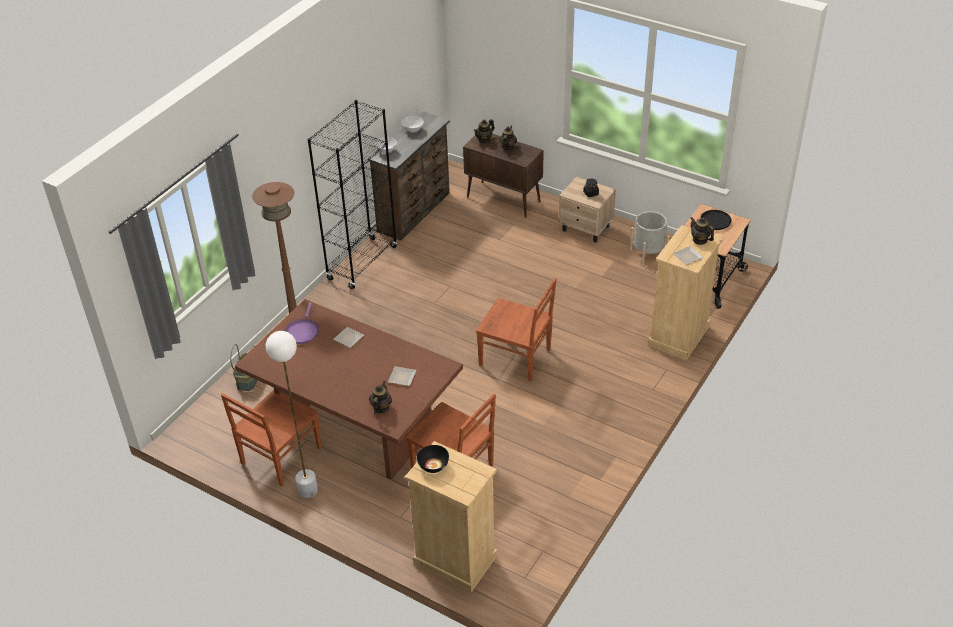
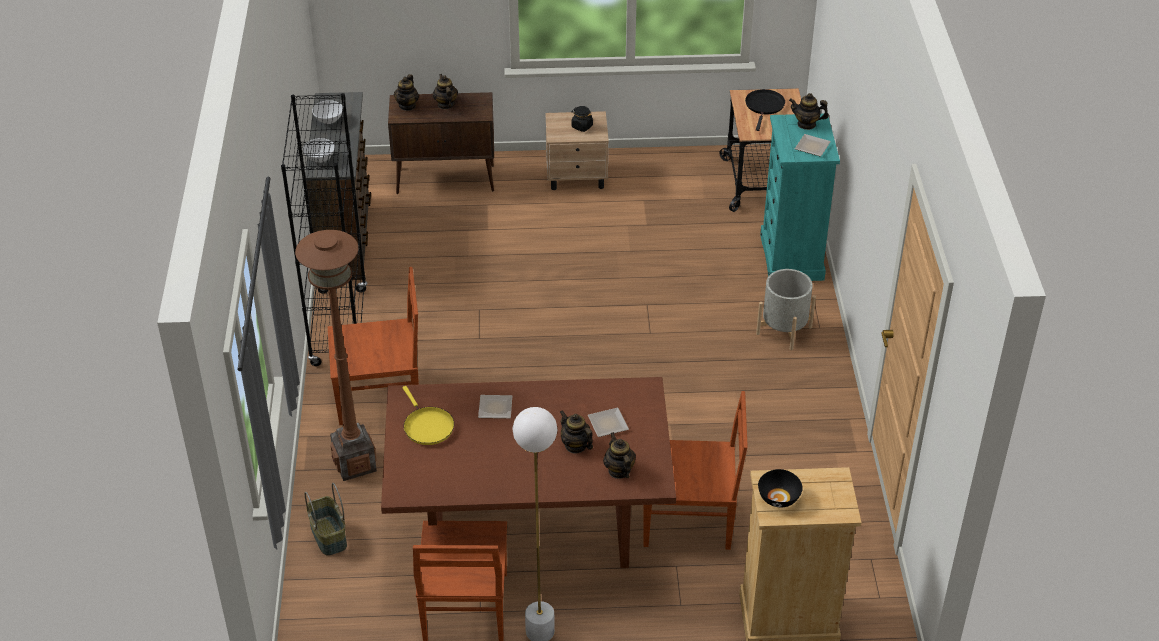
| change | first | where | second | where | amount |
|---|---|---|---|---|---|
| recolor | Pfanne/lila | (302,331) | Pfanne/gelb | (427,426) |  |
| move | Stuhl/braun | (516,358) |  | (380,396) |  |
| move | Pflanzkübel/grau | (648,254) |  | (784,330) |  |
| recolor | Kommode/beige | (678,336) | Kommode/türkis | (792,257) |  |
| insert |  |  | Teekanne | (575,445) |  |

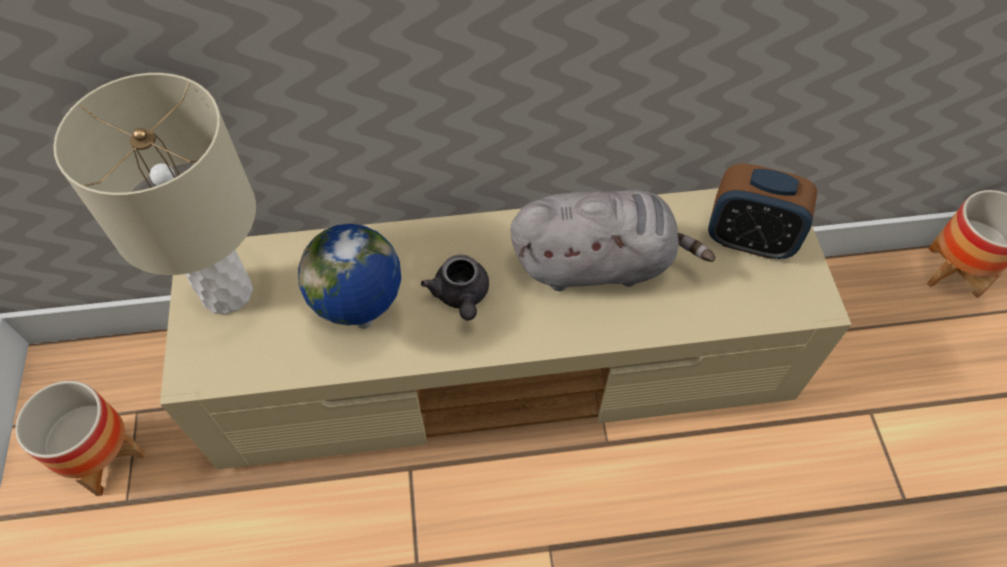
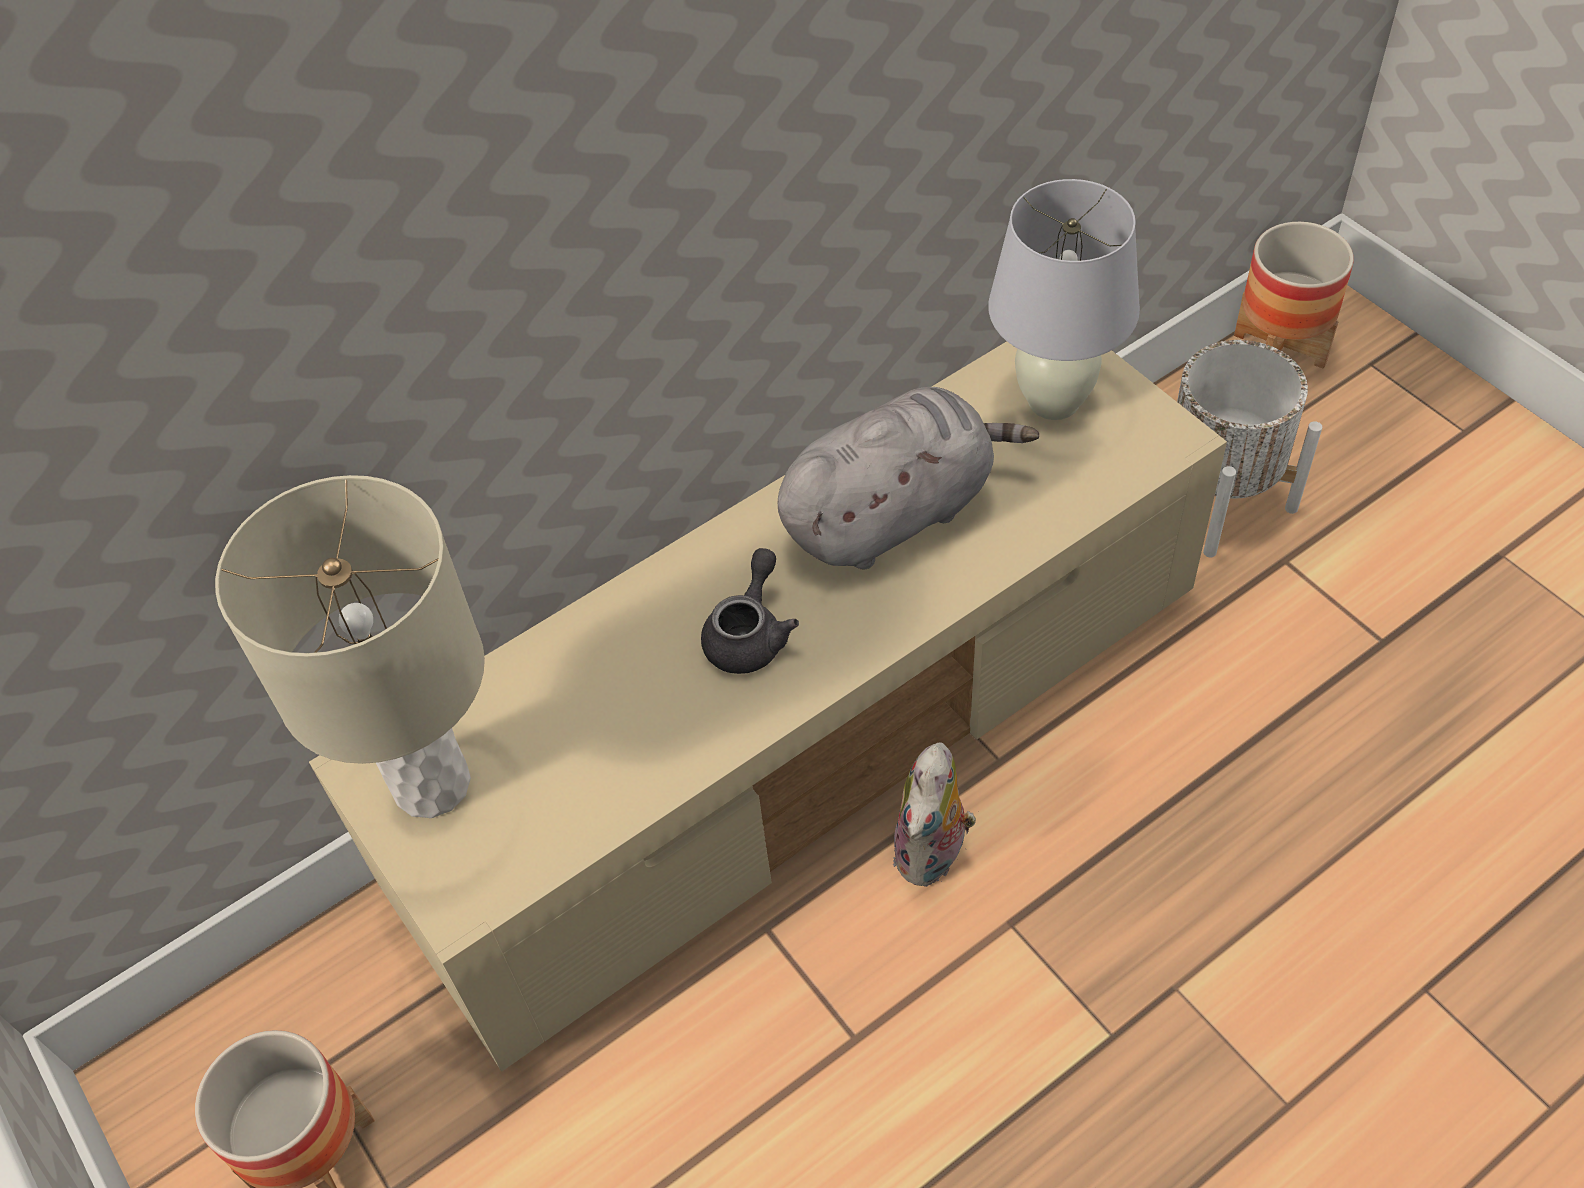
| change | first | where | second | where | amount |
|---|---|---|---|---|---|
| delete | Globus | (365,323) |  |  |  |
| rotate | Teekanne/grau | (461,296) |  | (750,634) | 120 degrees counterclockwise |
| replace | Wecker | (749,240) | Tischlampe/weiß | (1053,401) |  |
| insert |  |  | Plüschtier | (933,854) |  |
| insert |  |  | Pflanzkübel/weiß | (1217,496) |  |

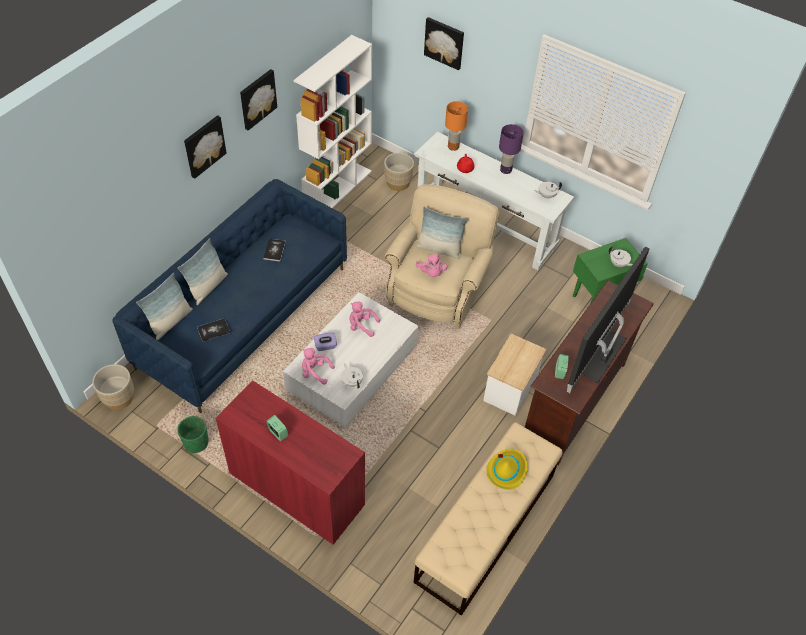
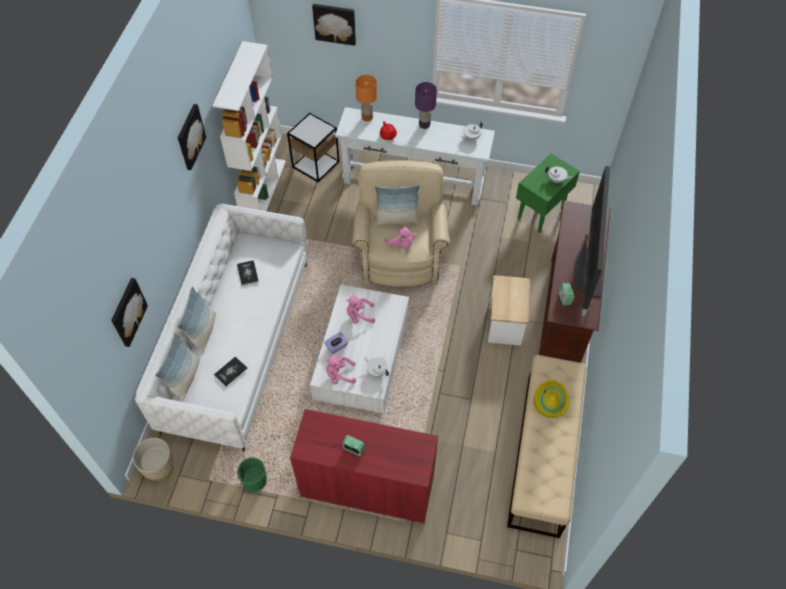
| change | first | where | second | where | amount |
|---|---|---|---|---|---|
| recolor | Sofa/blau | (244,316) | Sofa/weiß | (237,343) |  |
| move | Bild | (204,146) |  | (127,312) |  |
| replace | Pflanzkübel/beige | (398,183) | Beistelltisch | (315,164) |  |

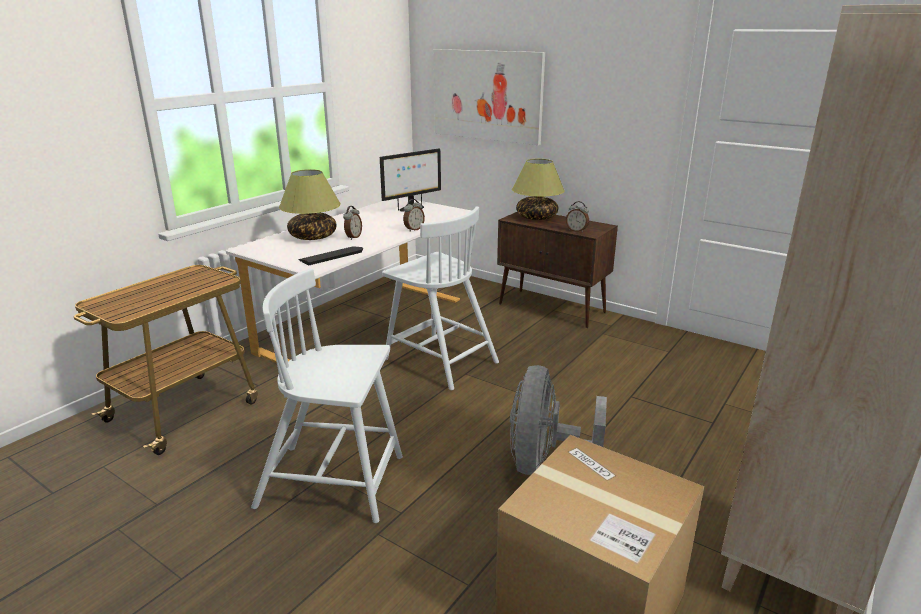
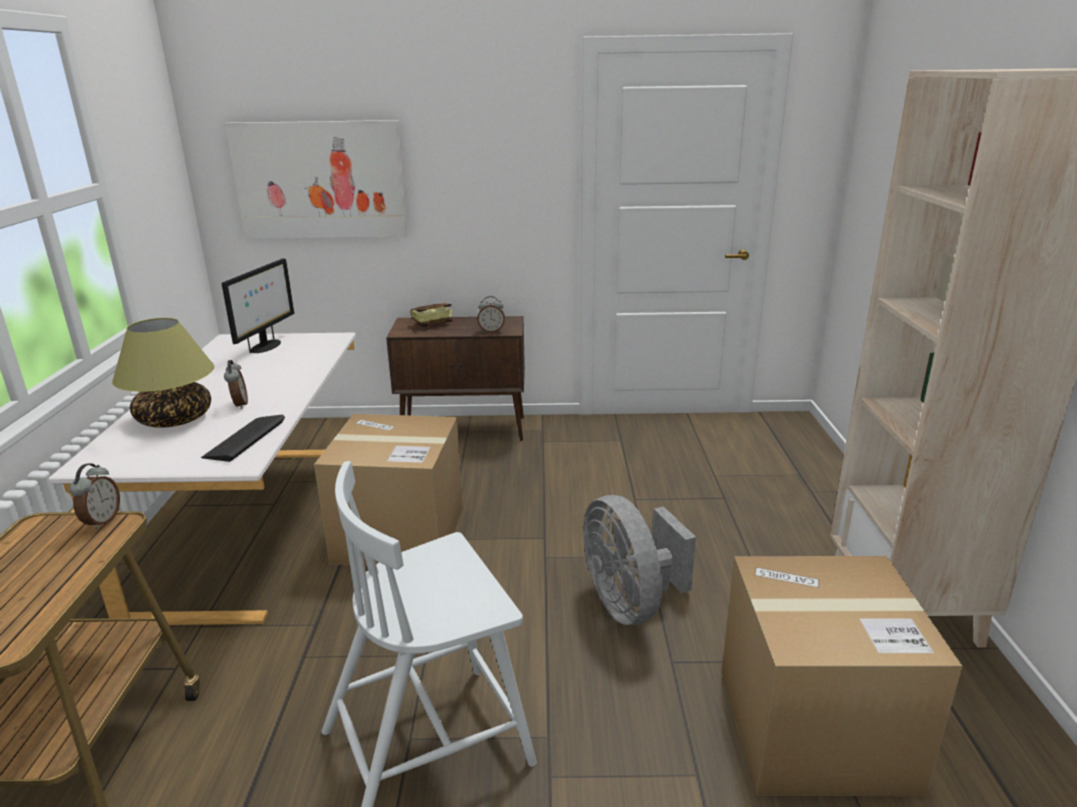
| change | first | where | second | where | amount |
|---|---|---|---|---|---|
| replace | Stuhl/weiß | (439,360) | Karton | (399,534) |  |
| move | Wecker | (413,229) |  | (101,521) |  |
| replace | Tischlampe | (537,217) | Buch | (428,325) |  |

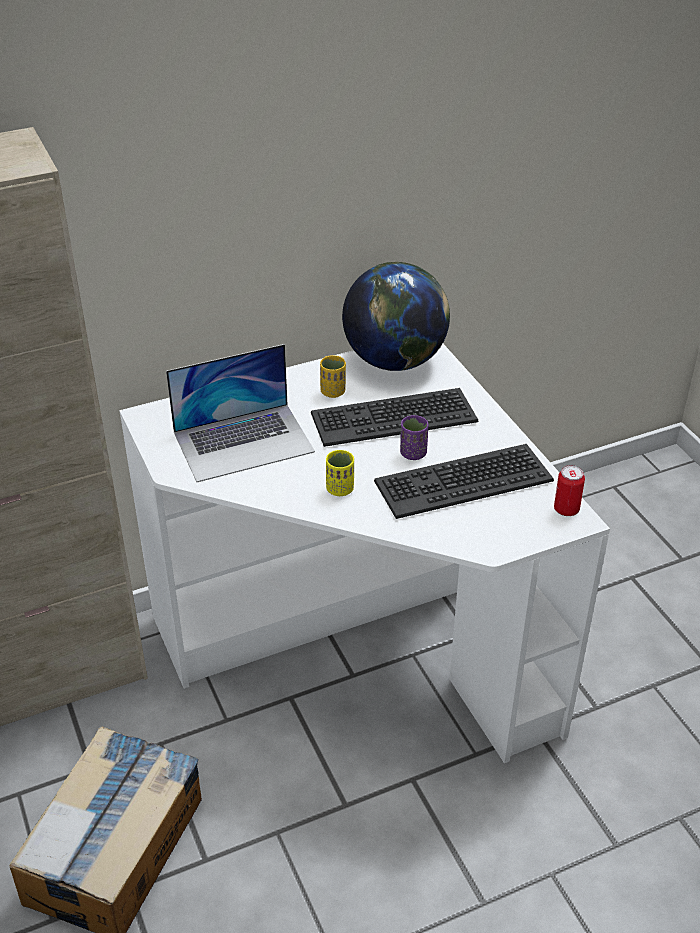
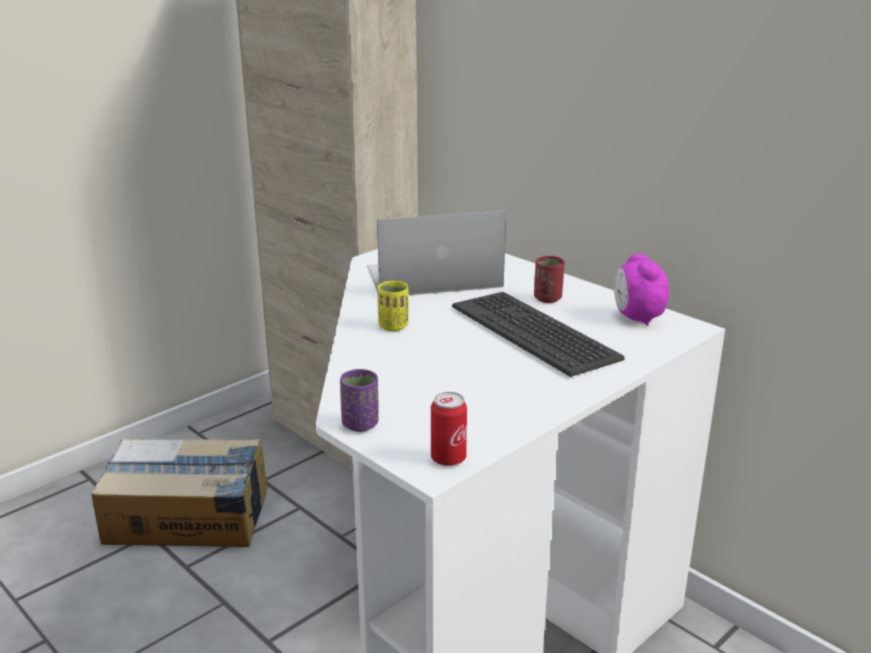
| change | first | where | second | where | amount |
|---|---|---|---|---|---|
| rotate | Laptop | (244,442) |  | (433,276) | 120 degrees clockwise |
| recolor | Tasse/gelb | (333,392) | Tasse/rot | (547,298) |  |
| replace | Globus | (395,361) | Wecker | (637,318) |  |
| delete | Tastatur | (463,481) |  |  |  |
| move | Tasse/lila | (413,453) |  | (360,424) |  |

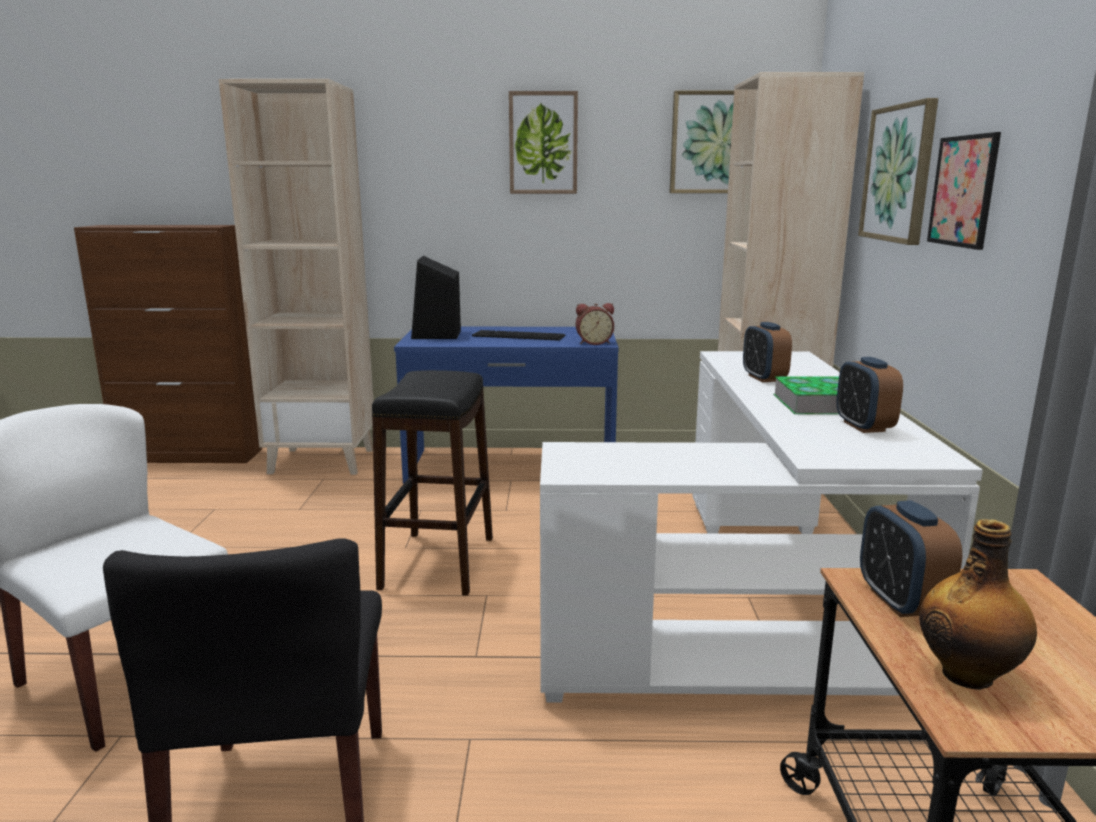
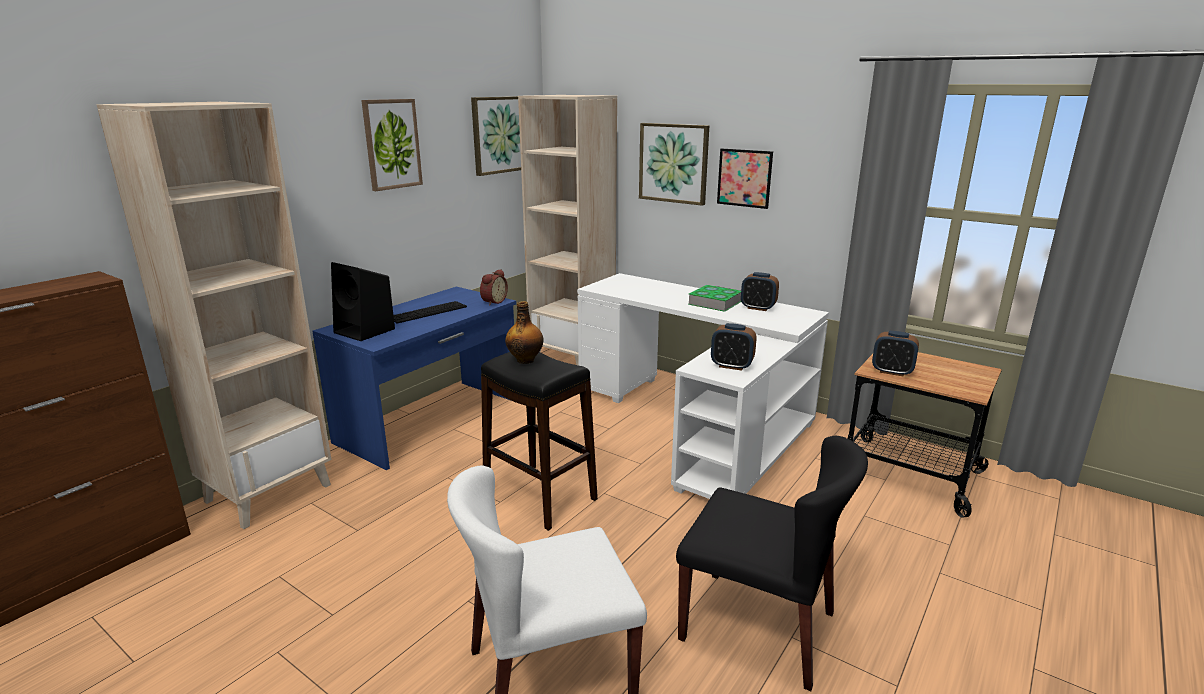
| change | first | where | second | where | amount |
|---|---|---|---|---|---|
| move | Wecker | (764,378) |  | (731,366) |  |
| move | Flasche | (968,674) |  | (525,360) |  |

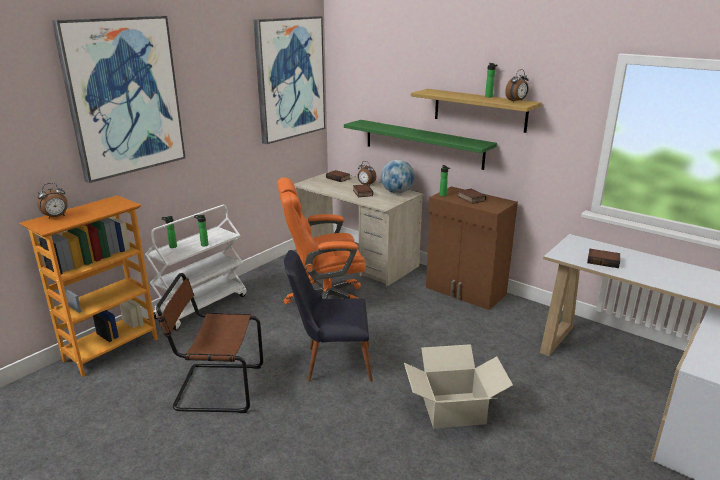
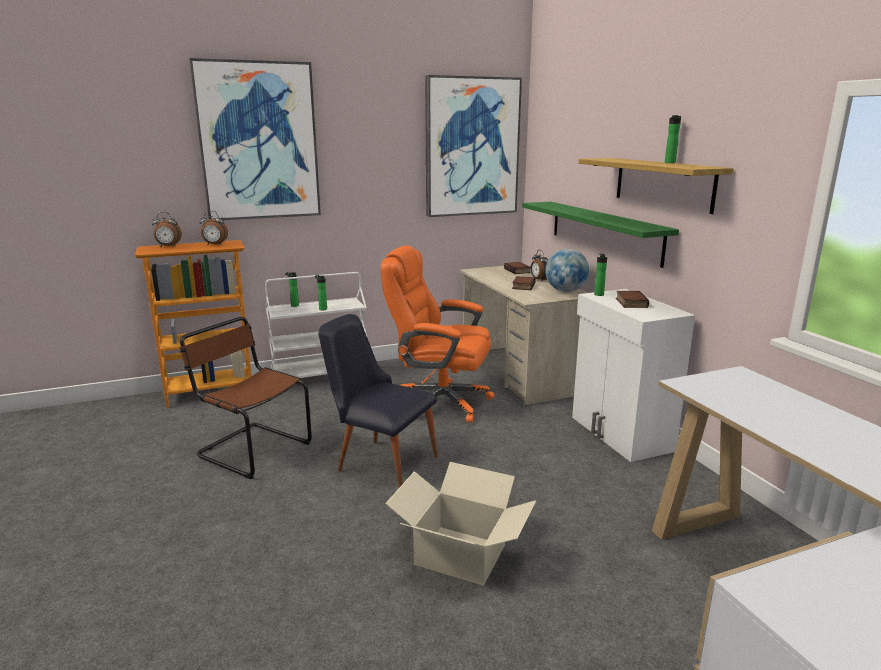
| change | first | where | second | where | amount |
|---|---|---|---|---|---|
| recolor | Schrank/braun | (465,291) | Schrank/weiß | (620,434) |  |
| move | Wecker | (516,101) |  | (214,245) |  |
| delete | Buch | (603,261) |  |  |  |

